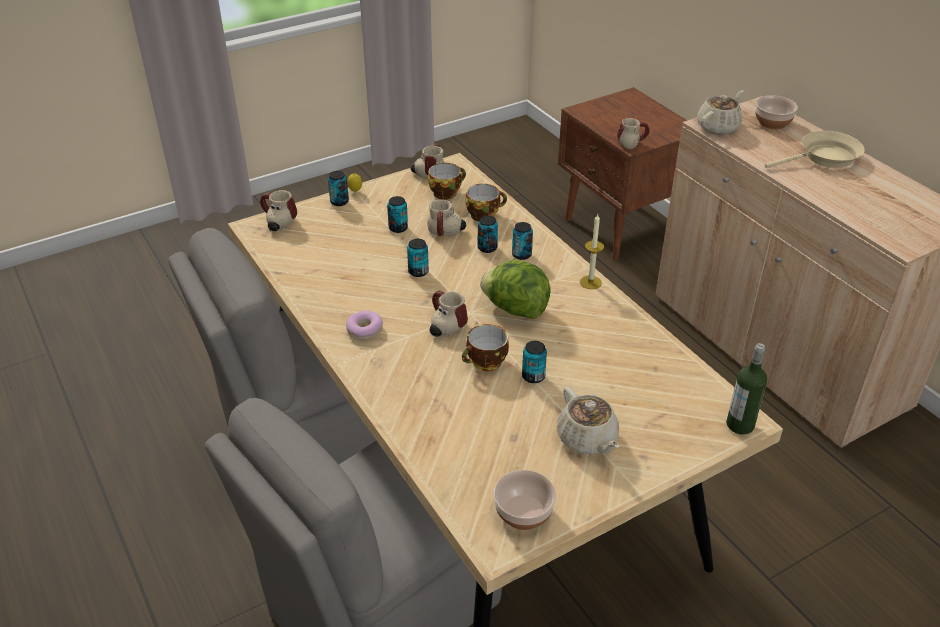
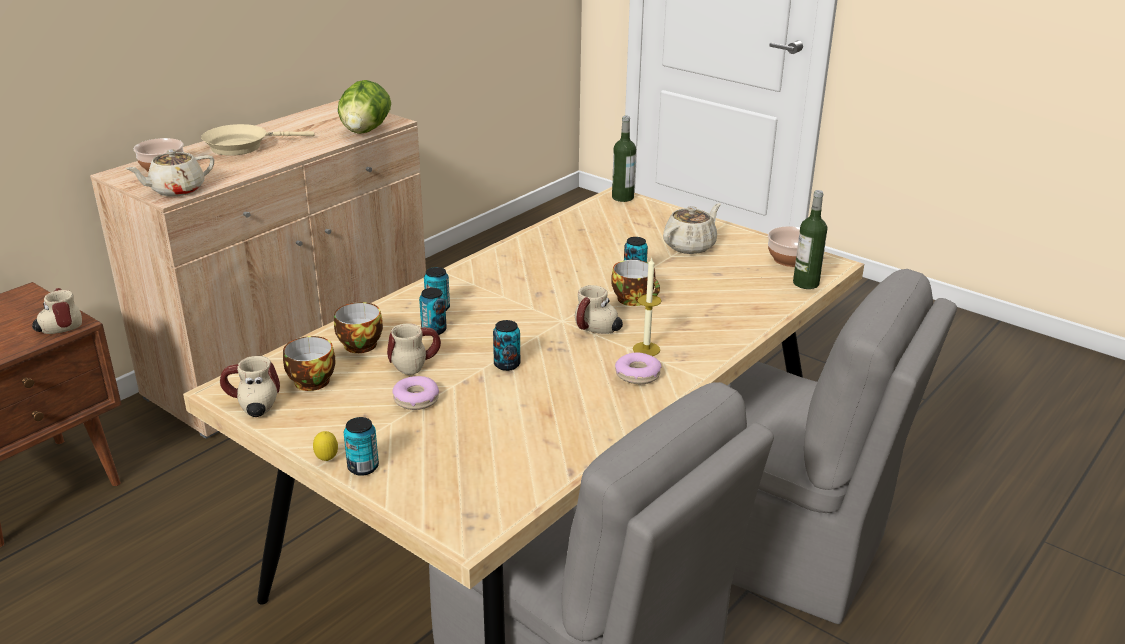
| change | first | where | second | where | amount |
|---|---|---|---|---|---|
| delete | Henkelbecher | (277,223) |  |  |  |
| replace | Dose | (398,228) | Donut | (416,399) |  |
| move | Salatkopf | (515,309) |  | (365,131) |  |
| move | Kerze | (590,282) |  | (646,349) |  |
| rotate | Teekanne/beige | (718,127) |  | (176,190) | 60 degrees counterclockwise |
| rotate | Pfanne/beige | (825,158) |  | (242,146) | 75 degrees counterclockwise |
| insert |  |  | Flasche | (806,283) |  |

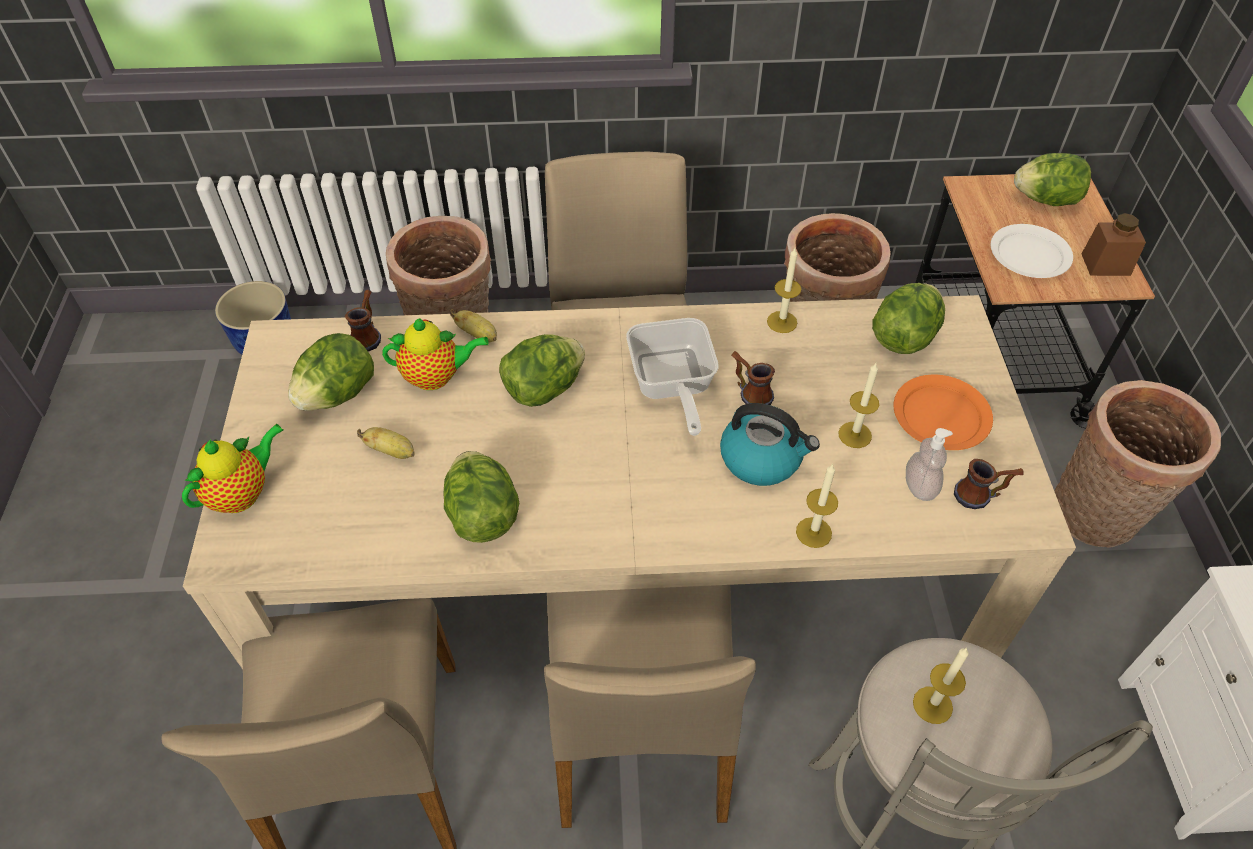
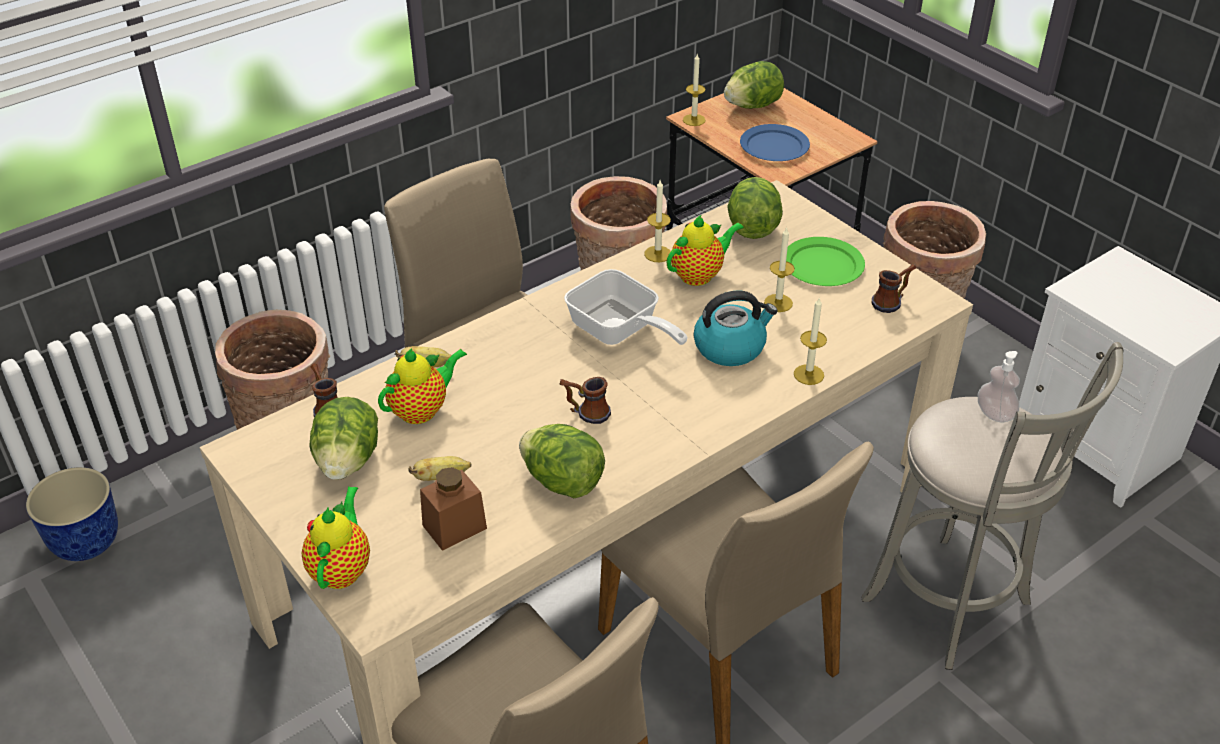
| change | first | where | second | where | amount |
|---|---|---|---|---|---|
| delete | Salatkopf | (544,389) |  |  |  |
| move | Henkelbecher | (749,392) |  | (585,412) |  |
| recolor | Teller/orange | (940,416) | Teller/grün | (822,266) |  |
| move | Seifenspender | (919,486) |  | (995,414) |  |
| move | Kerze | (932,705) |  | (694,120) |  |
| recolor | Teller/weiß | (1029,254) | Teller/blau | (774,146) |  |
| move | Vorratsglas/braun | (1105,264) |  | (454,527) |  |
| insert |  |  | Teekanne | (699,275) |  |

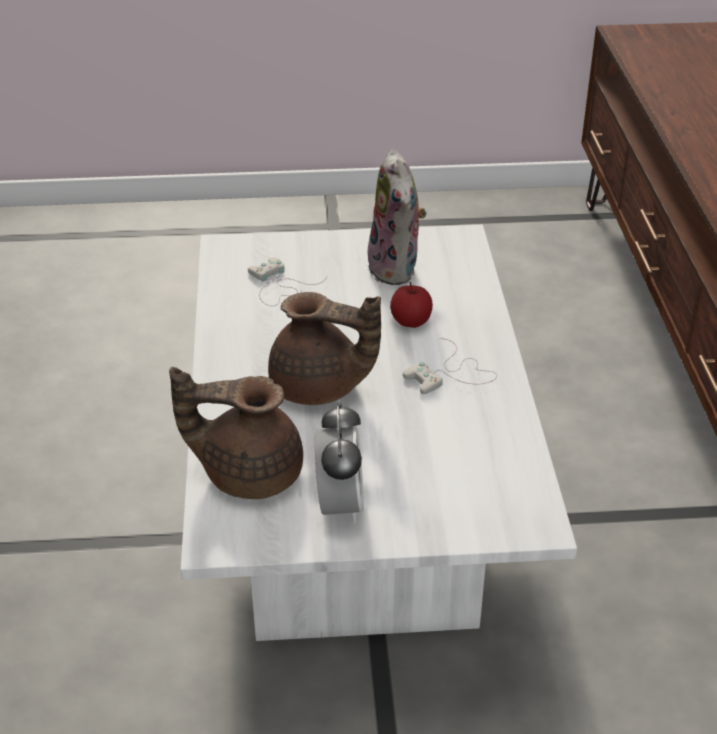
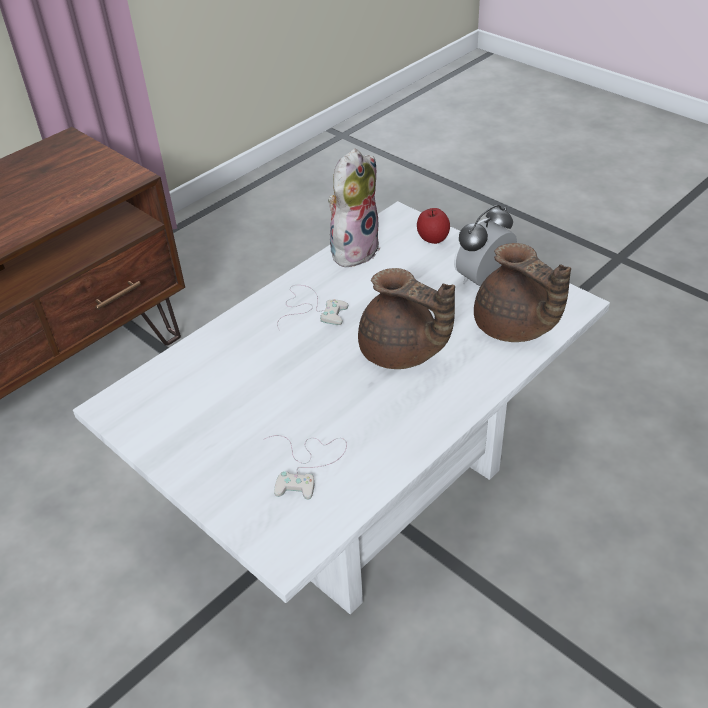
| change | first | where | second | where | amount |
|---|---|---|---|---|---|
| rotate | Teekanne/braun | (319,388) |  | (401,353) | 150 degrees clockwise |
| move | Plüschtier | (397,269) |  | (353,249) |  |
| move | Apfel | (410,321) |  | (433,238) |  |

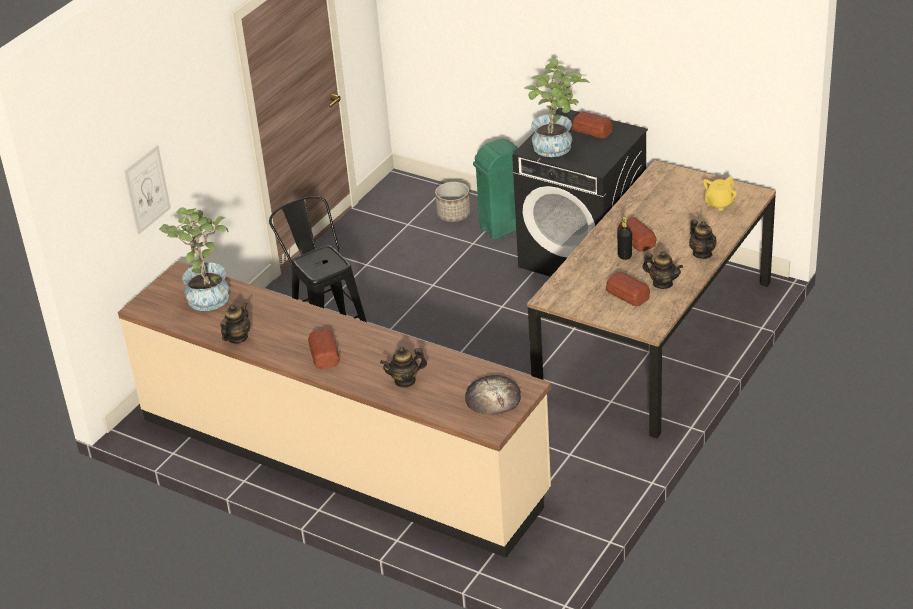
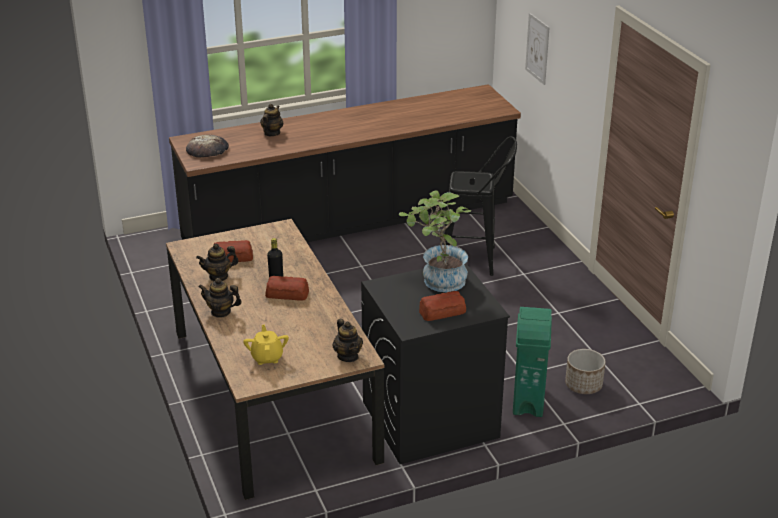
| change | first | where | second | where | amount |
|---|---|---|---|---|---|
| recolor | Küchenzeile/beige | (341,456) | Küchenzeile/schwarz | (350,222) |  |
| delete | Topfpflanze | (206,294) |  |  |  |
| move | Teekanne | (237,338) |  | (348,356) |  |
| delete | Brot | (324,353) |  |  |  |

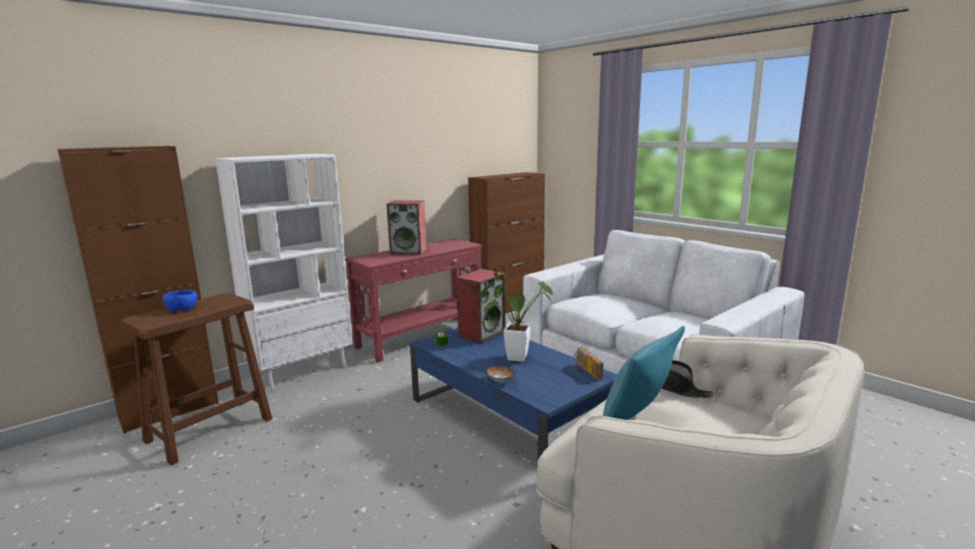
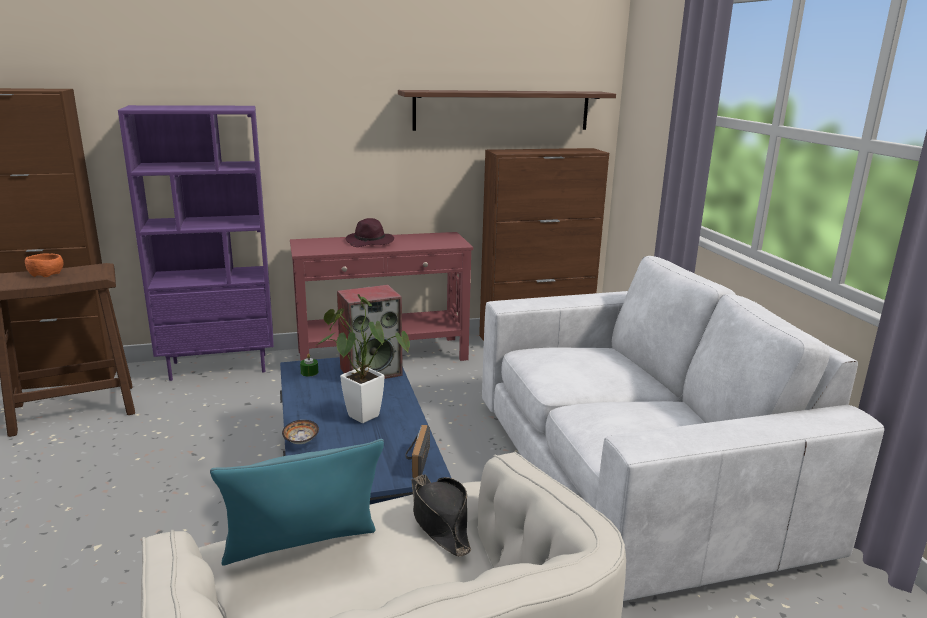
| change | first | where | second | where | amount |
|---|---|---|---|---|---|
| recolor | Schüssel/blau | (181,308) | Schüssel/orange | (46,273) |  |
| recolor | Bücherregal/weiß | (302,371) | Bücherregal/lila | (220,366) |  |
| replace | Lautsprecher | (409,251) | Hut/lila | (370,242) |  |
| insert |  |  | Wandregal | (502,110) |  |

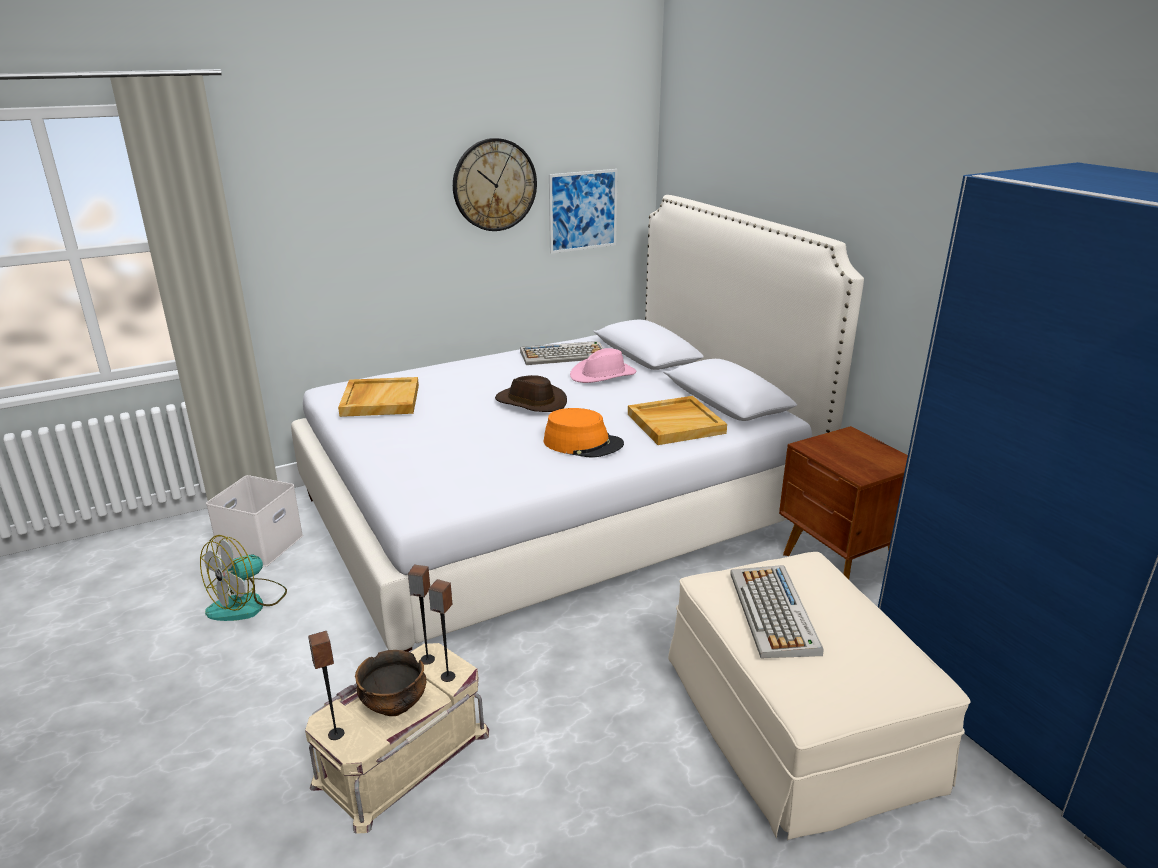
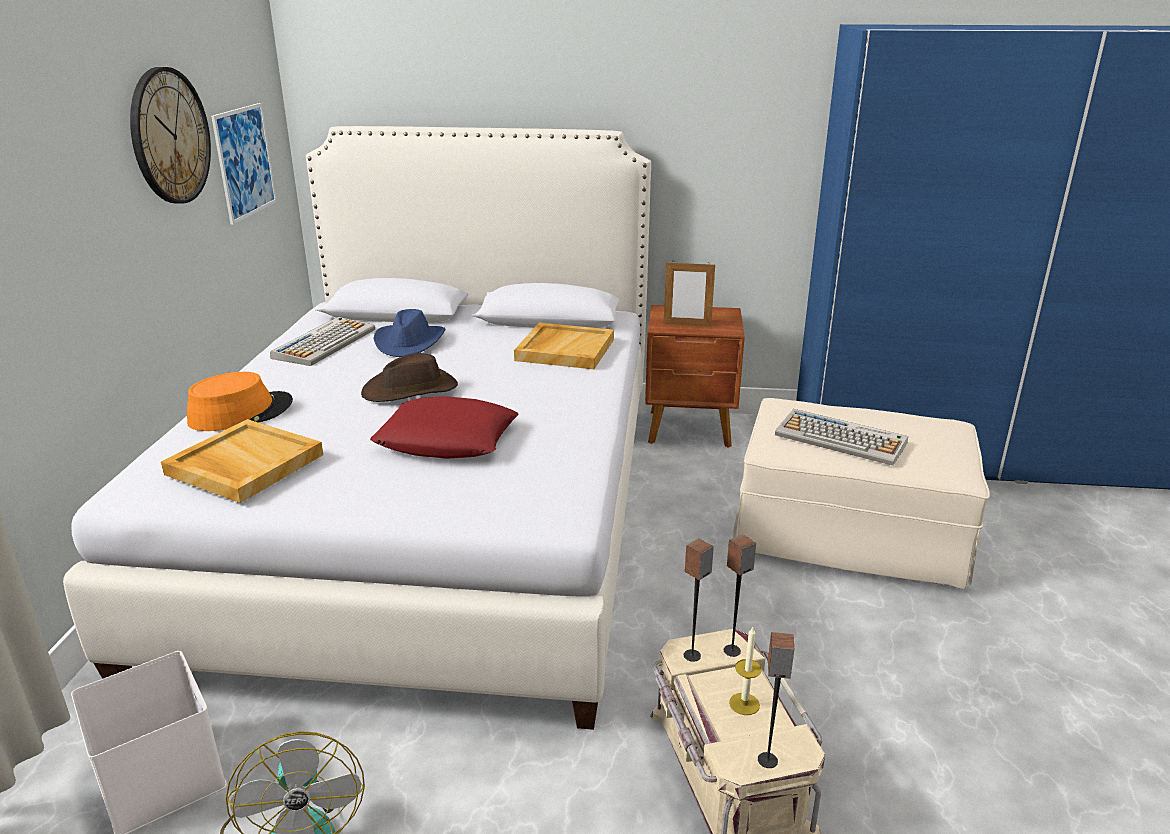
| change | first | where | second | where | amount |
|---|---|---|---|---|---|
| replace | Schüssel | (394,705) | Kerze | (744,704) |  |
| move | Hut/orange | (583,443) |  | (241,412) |  |
| recolor | Hut/rosa | (603,375) | Hut/blau | (410,343) |  |
| insert |  |  | Kissen/rot | (447,439) |  |
| insert |  |  | Bilderrahmen | (687,325) |  |

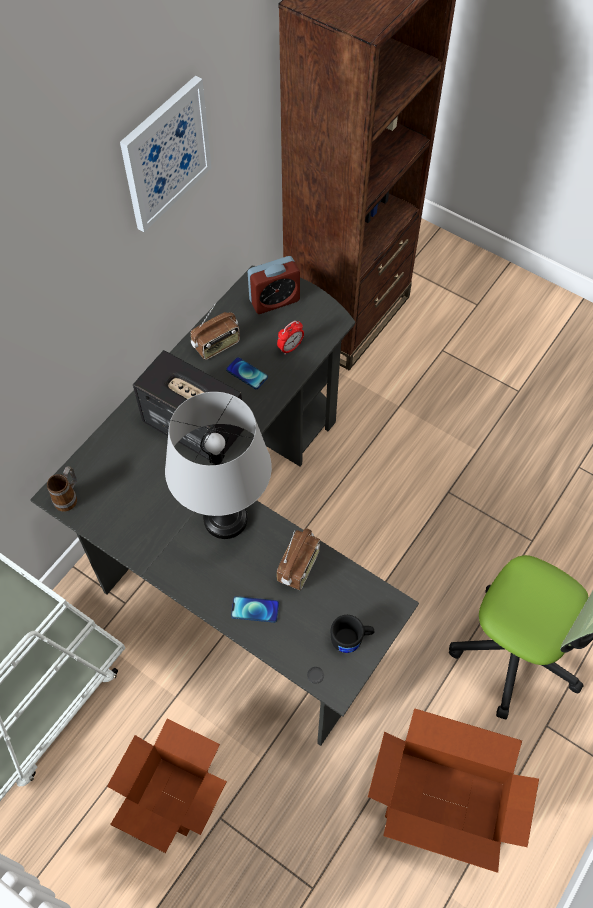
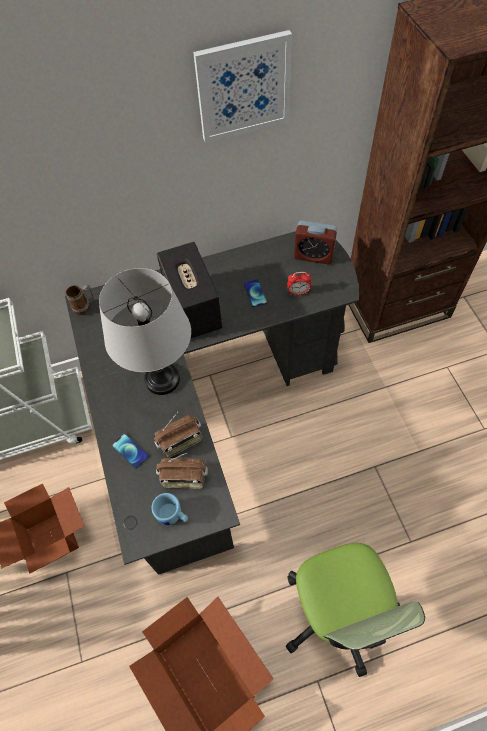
| change | first | where | second | where | amount |
|---|---|---|---|---|---|
| move | Radio | (217,345) |  | (184,479) |  |
| recolor | Henkelbecher/schwarz | (351,639) | Henkelbecher/blau | (172,516) |  |

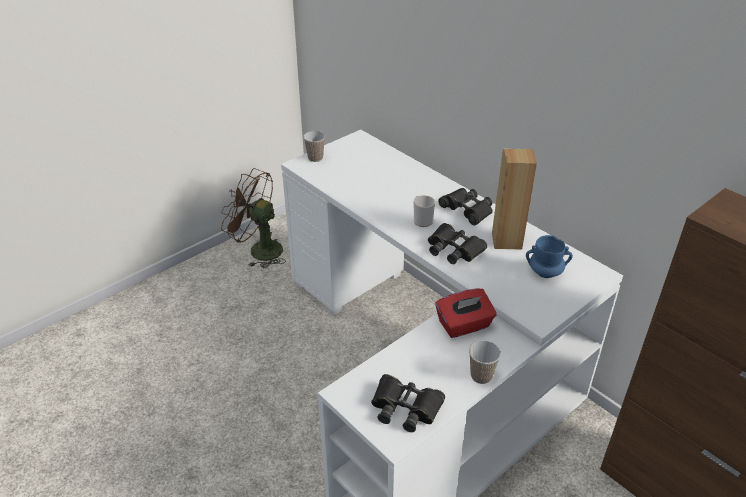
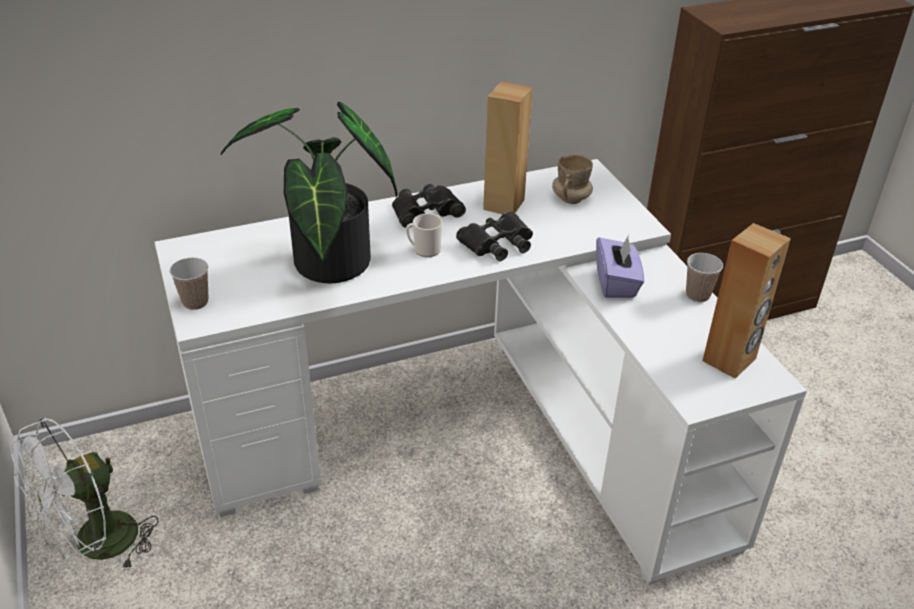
| change | first | where | second | where | amount |
|---|---|---|---|---|---|
| recolor | Ventilator/braun | (259,250) | Ventilator/weiß | (95,546) |  |
| replace | Fernglas/schwarz | (405,407) | Lautsprecher/braun | (730,360) |  |
| recolor | Taschentuchbox/rot | (464,325) | Taschentuchbox/lila | (616,283) |  |
| recolor | Henkelbecher/blau | (545,272) | Henkelbecher/beige | (571,198) |  |
| insert |  |  | Topfpflanze | (326,267) |  |

